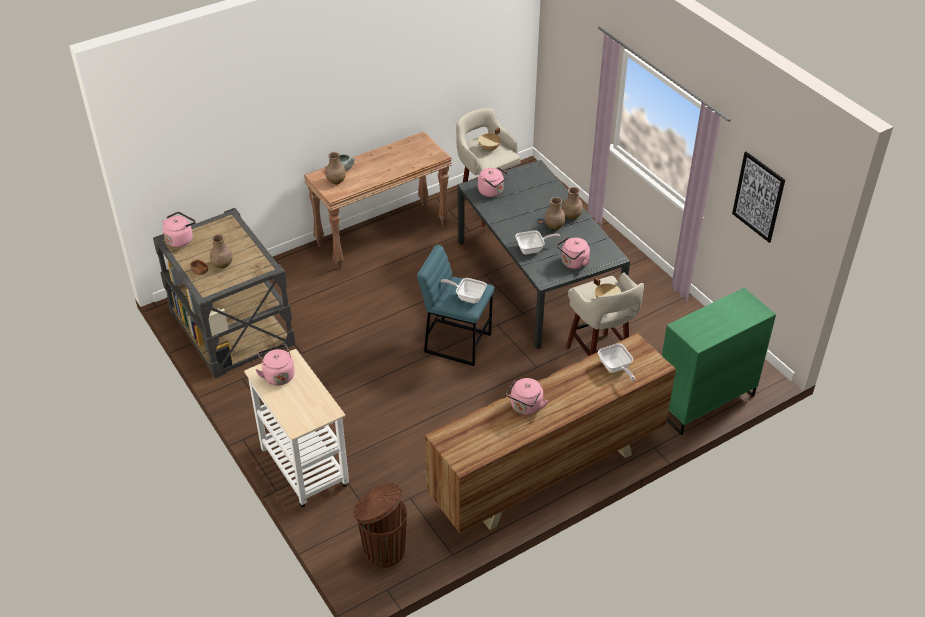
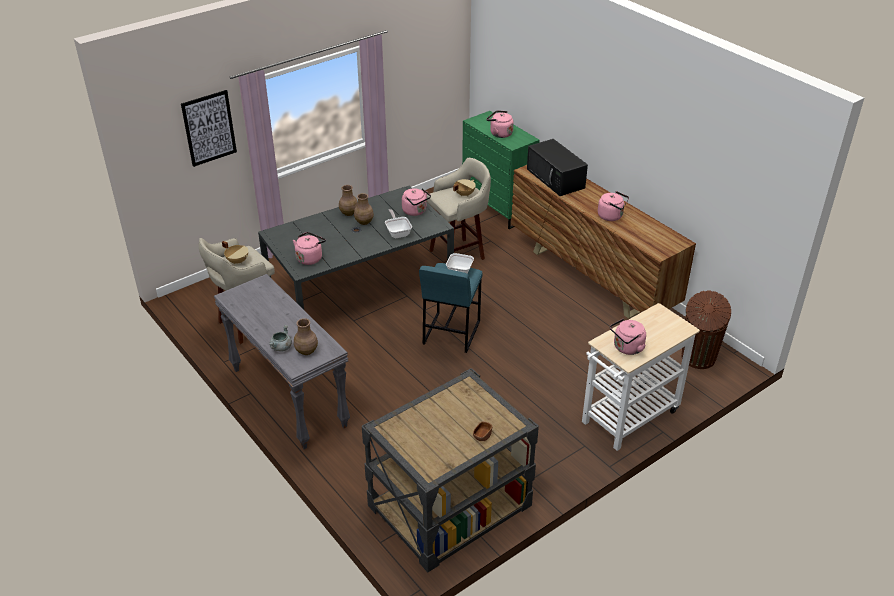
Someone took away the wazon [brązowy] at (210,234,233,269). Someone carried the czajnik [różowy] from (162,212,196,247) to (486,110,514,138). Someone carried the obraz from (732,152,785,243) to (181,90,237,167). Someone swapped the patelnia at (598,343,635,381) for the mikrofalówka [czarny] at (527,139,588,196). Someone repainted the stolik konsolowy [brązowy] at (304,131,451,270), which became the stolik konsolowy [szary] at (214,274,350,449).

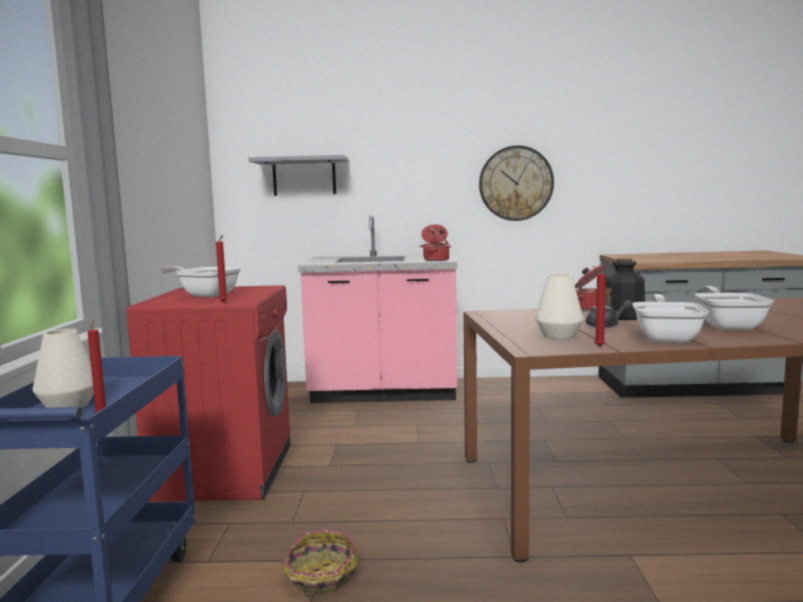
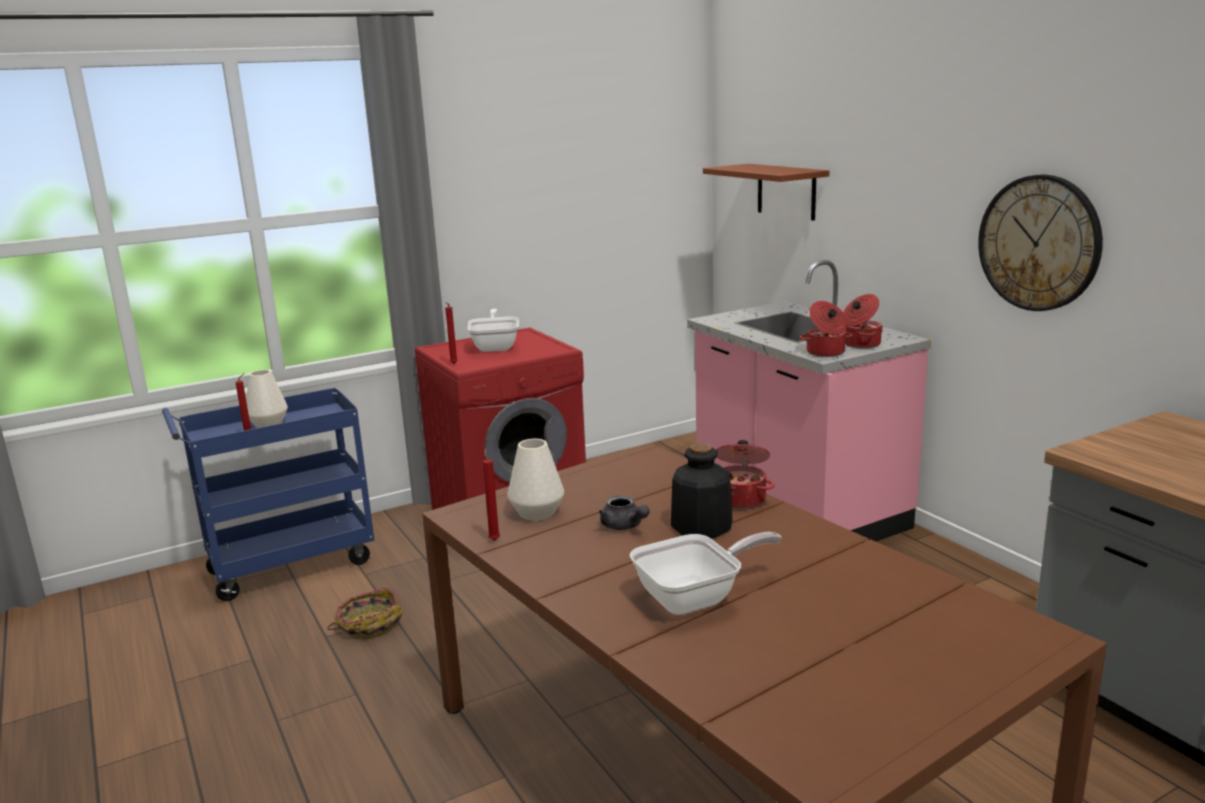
Someone took away the patelnia at (632,294,709,343). Someone repainted the półka [szary] at (248,155,348,196), which became the półka [brązowy] at (703,164,830,221).

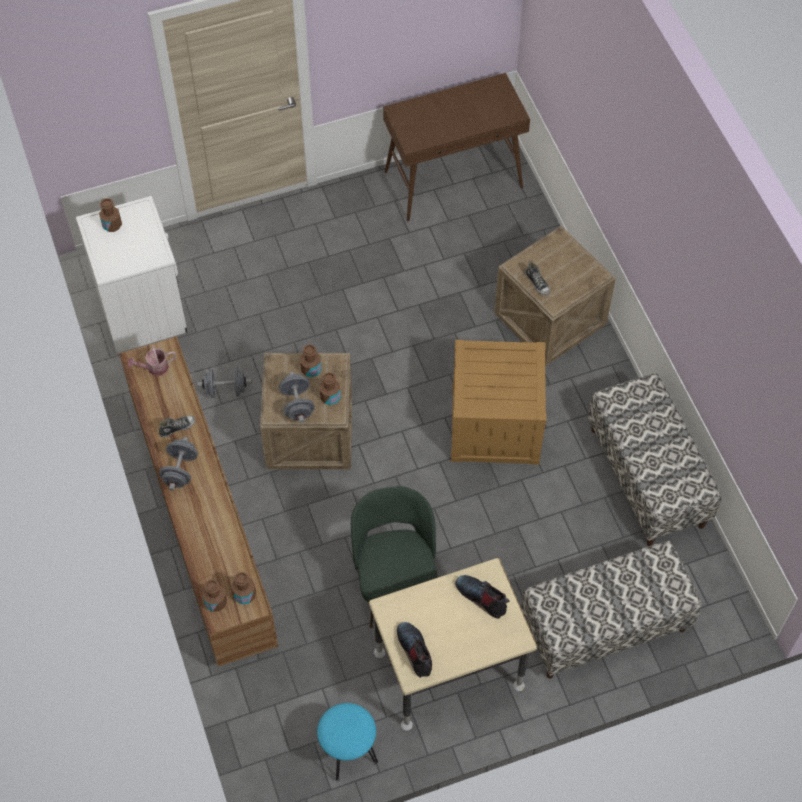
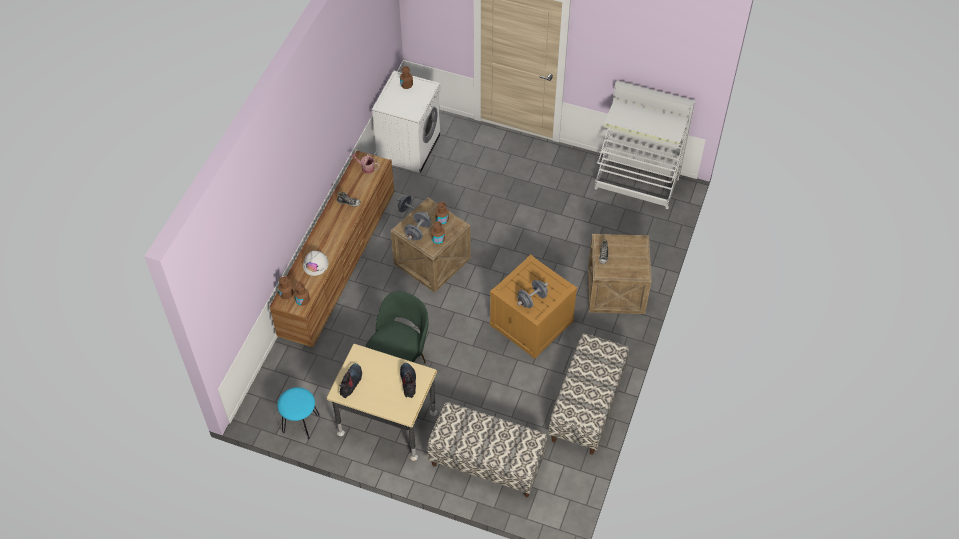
Someone put down the kask [biały] at (303,251,329,276). Someone carried the hantel [szary] from (159,437,198,491) to (517,280,548,308). Someone swapped the stolik konsolowy [brązowy] at (383,73,530,221) for the regał na buty [biały] at (594,81,695,209).

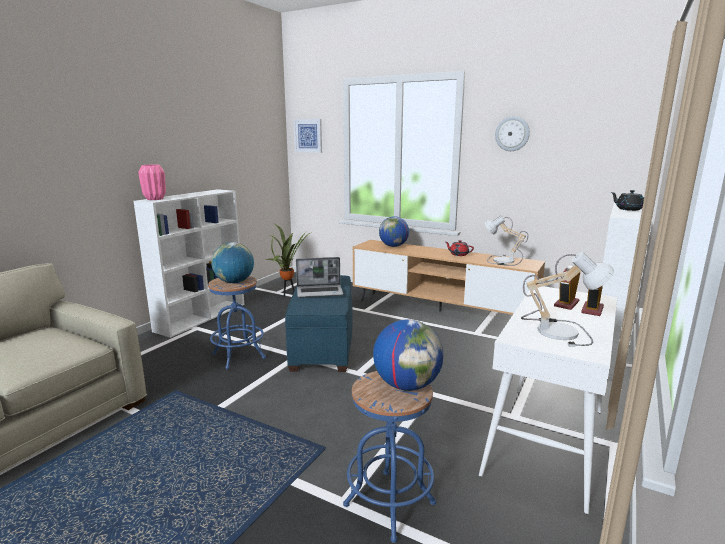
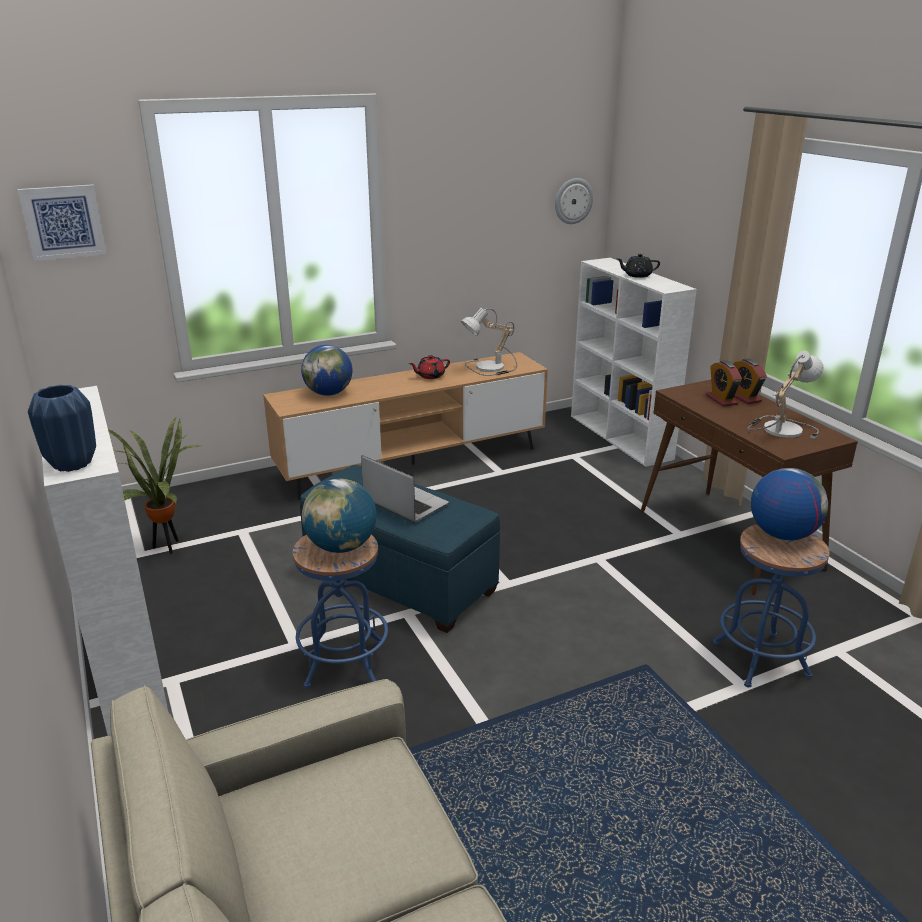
Someone carried the zegar ścienny from (495,116,530,151) to (555,178,593,224). Someone repainted the wazon [różowy] at (138,165,166,200), which became the wazon [niebieski] at (28,385,96,472). Someone repainted the stolik konsolowy [biały] at (479,286,617,514), which became the stolik konsolowy [brązowy] at (641,380,858,595). Someone rotated the laptop at (296,257,344,298) by 75 degrees counterclockwise.

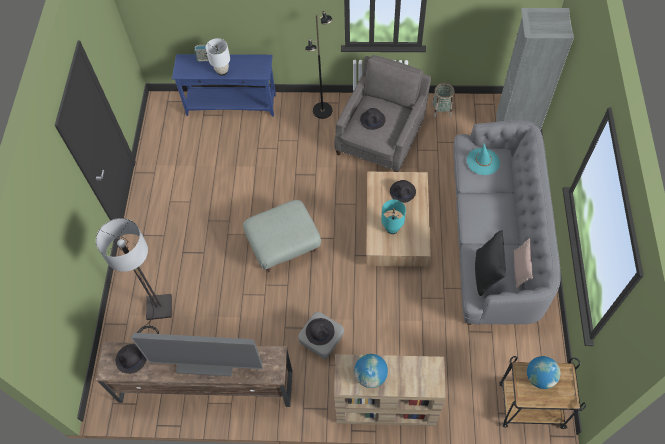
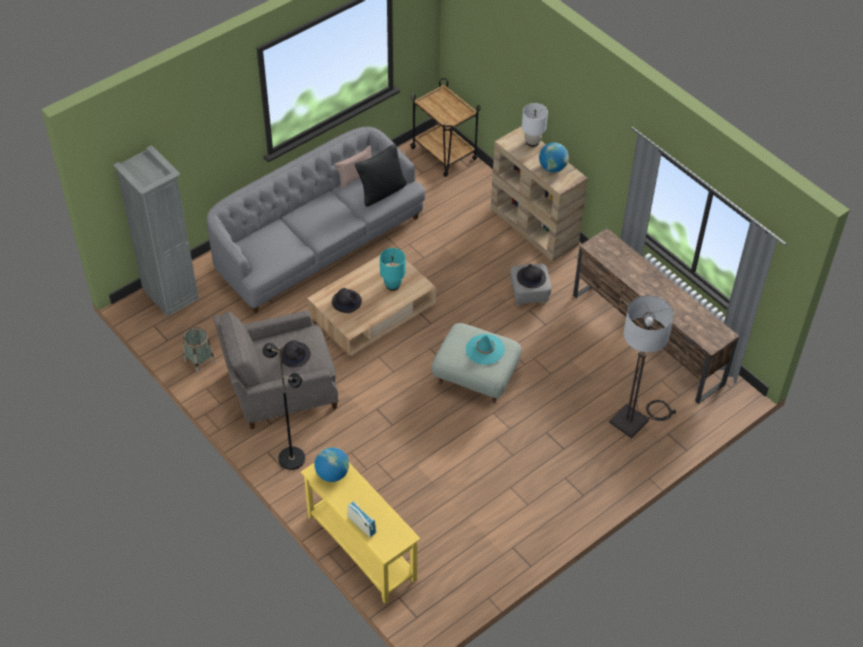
Someone took away the kapelusz [czarny] at (116,344,147,374). Someone took away the telewizor at (131,333,263,376). Someone carried the lampa stołowa [biały] from (206,38,230,76) to (522,103,548,147). Someone carried the kapelusz [turkusowy] from (467,144,500,175) to (466,334,505,365). Someone carried the globus from (527,356,560,389) to (314,447,349,482). Someone repainted the stolik konsolowy [niebieski] at (172,54,276,117), which became the stolik konsolowy [żółty] at (301,463,421,604).

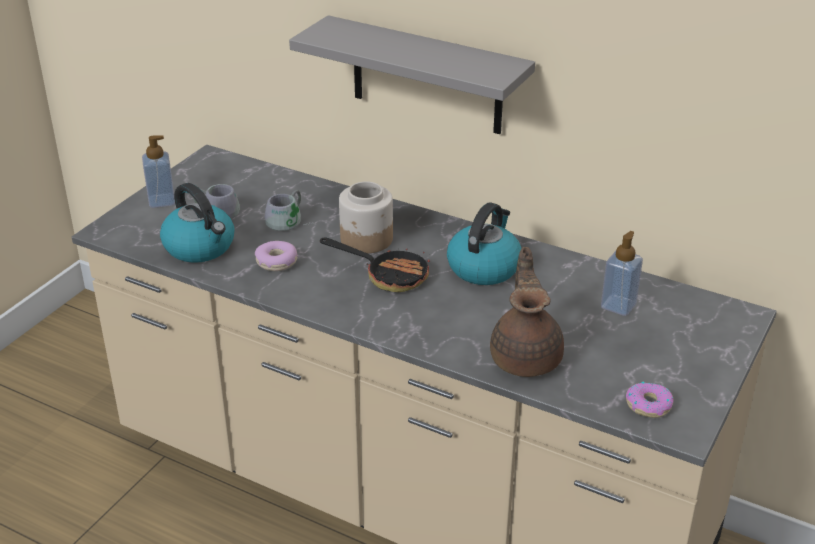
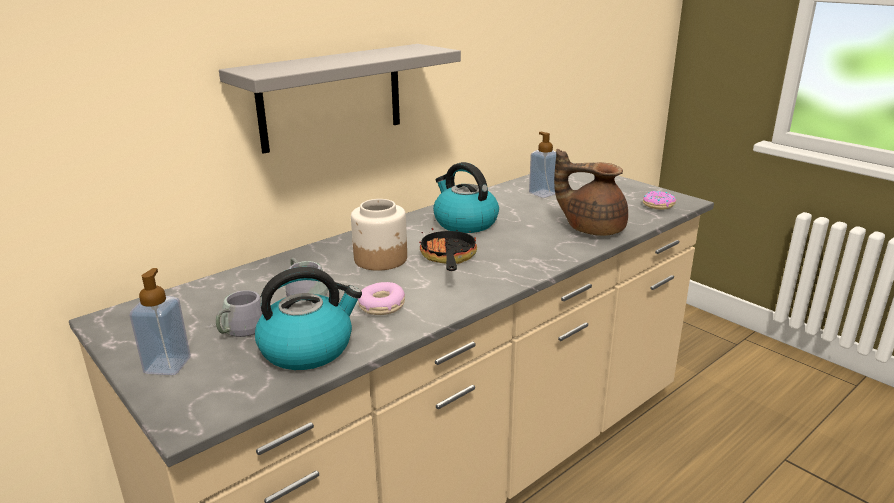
Someone rotated the patelnia at (320,238,430,292) by 45 degrees counterclockwise.

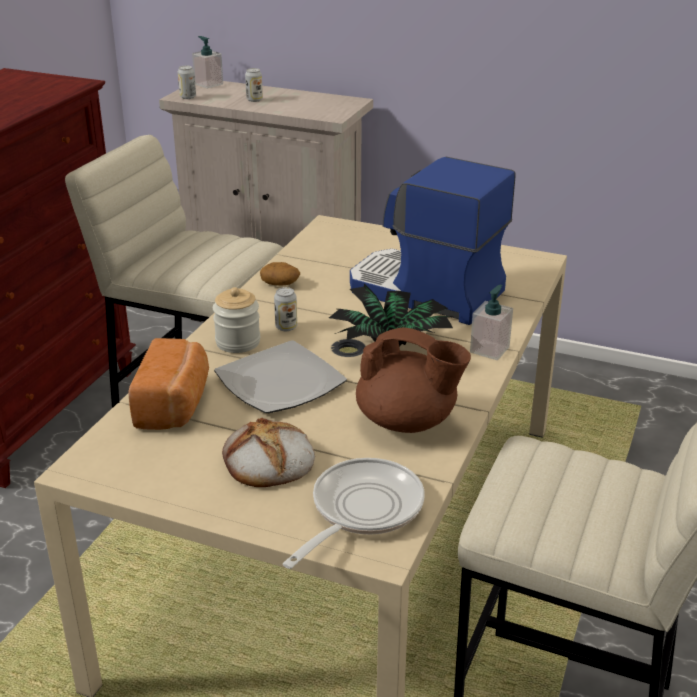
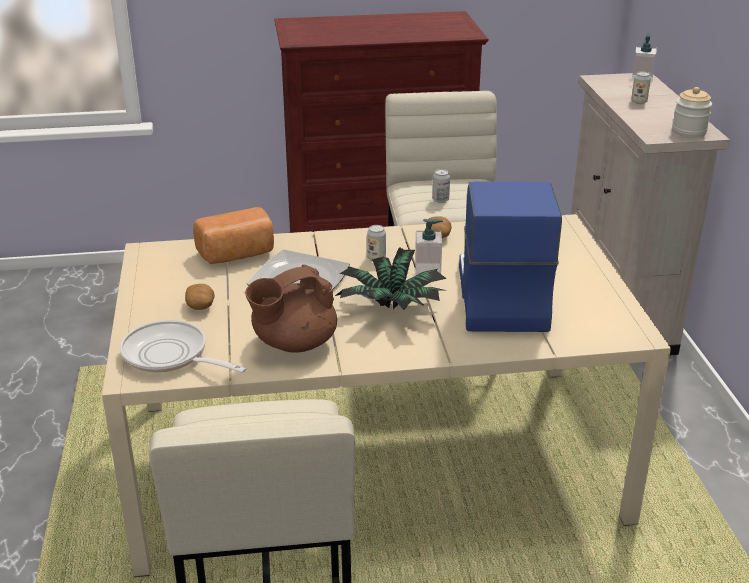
Someone carried the puszka from (178,66,196,99) to (433,169,450,203). Someone carried the słoik from (213,287,260,353) to (672,87,712,138). Someone carried the dozownik mydła from (470,285,513,360) to (415,219,443,275). Someone swapped the chleb at (222,418,315,487) for the ziemniak at (185,284,215,310). Someone rotated the patelnia at (283,458,425,569) by 150 degrees counterclockwise. Someone rotated the imbryk [brązowy] at (356,328,471,433) by 60 degrees clockwise.

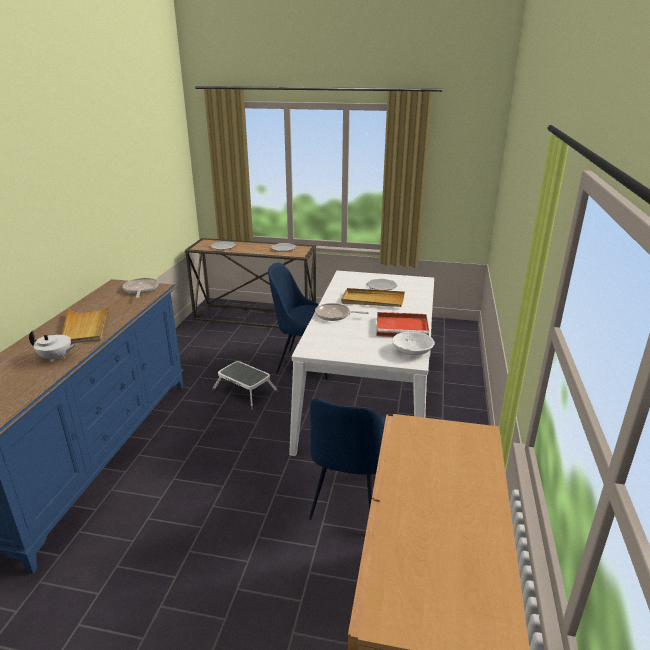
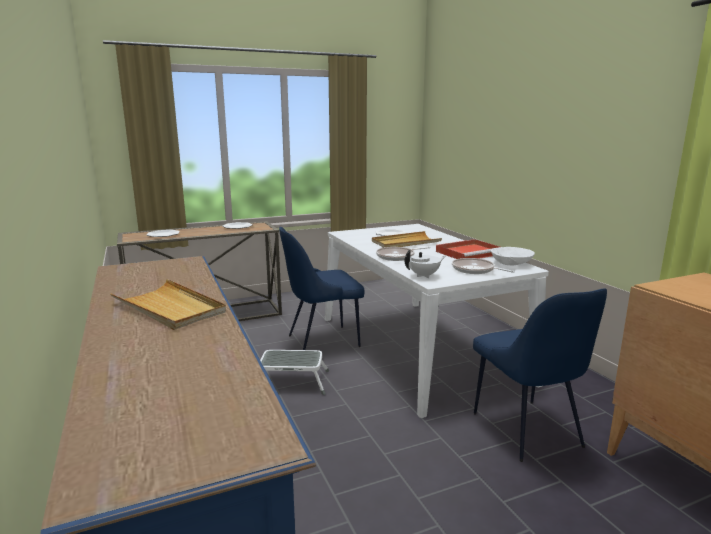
Someone carried the imbryk [biały] from (29,331,77,362) to (405,250,446,278). Someone carried the patelnia from (123,278,159,298) to (452,258,515,274).

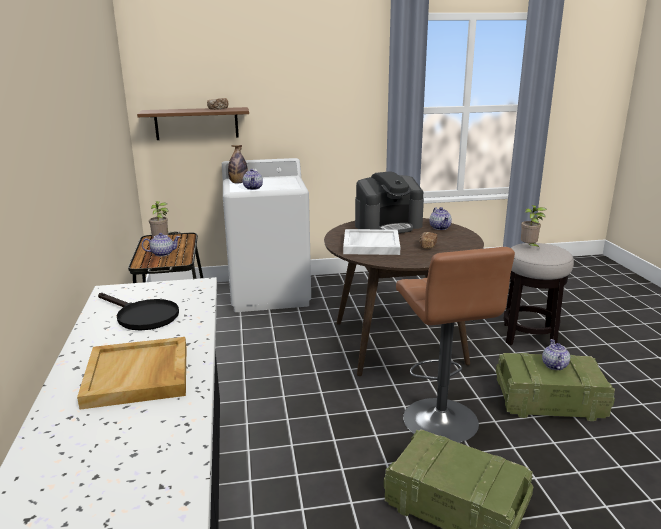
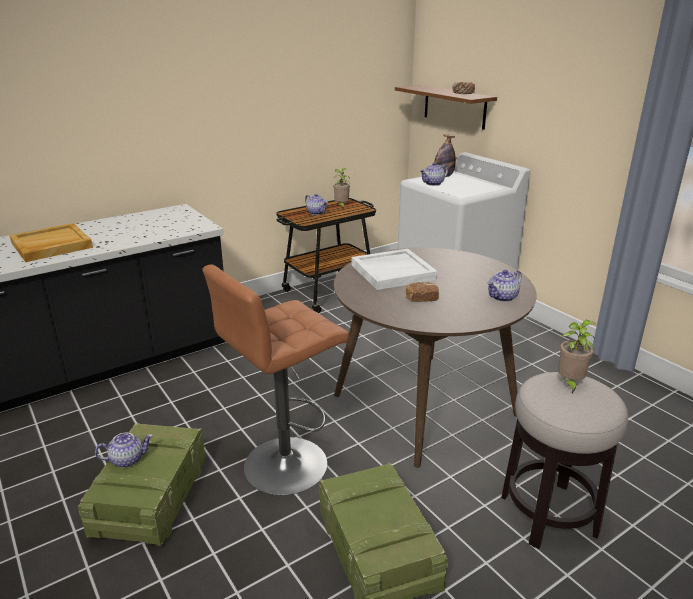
Someone took away the patelnia [czarny] at (98,293,179,330). Someone took away the ekspres do kawy at (355,171,424,233). Someone carried the imbryk from (542,339,570,370) to (95,433,153,468).

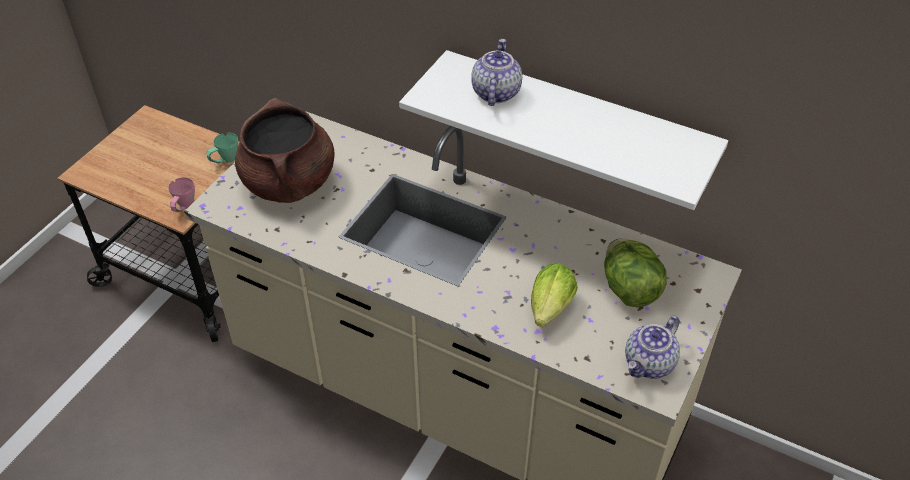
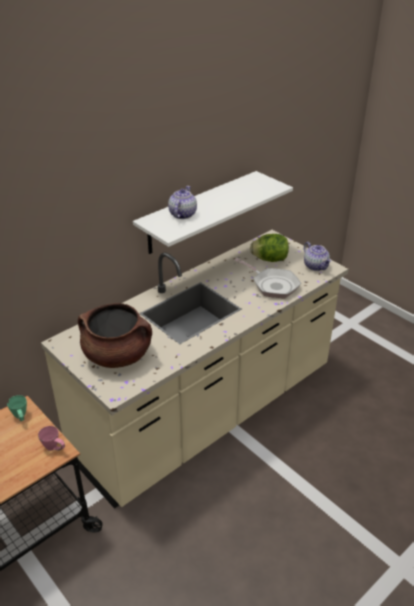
Someone swapped the sałata at (531,263,578,327) for the patelnia at (234,258,301,298). Someone rotated the imbryk at (471,39,522,106) by 75 degrees clockwise.

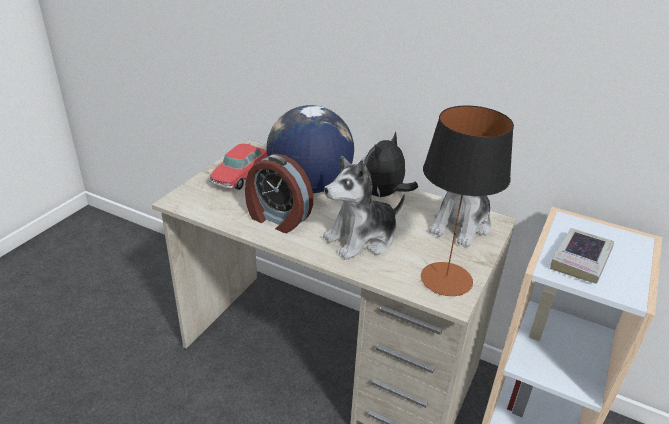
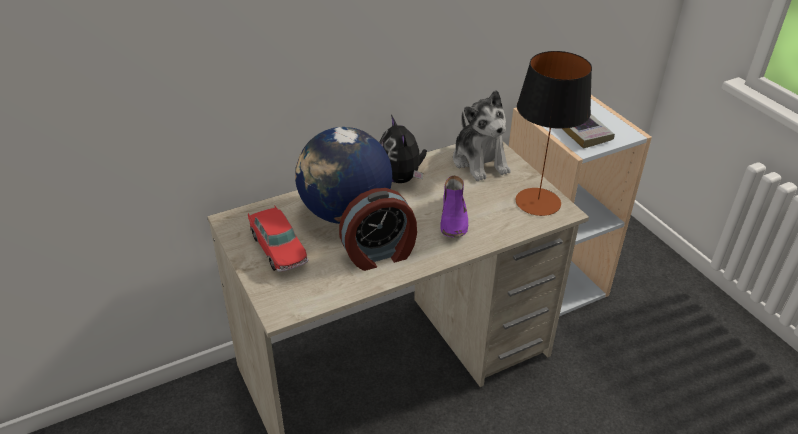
Someone swapped the pluszak at (323,156,405,260) for the but [fioletowy] at (440,175,468,238).

